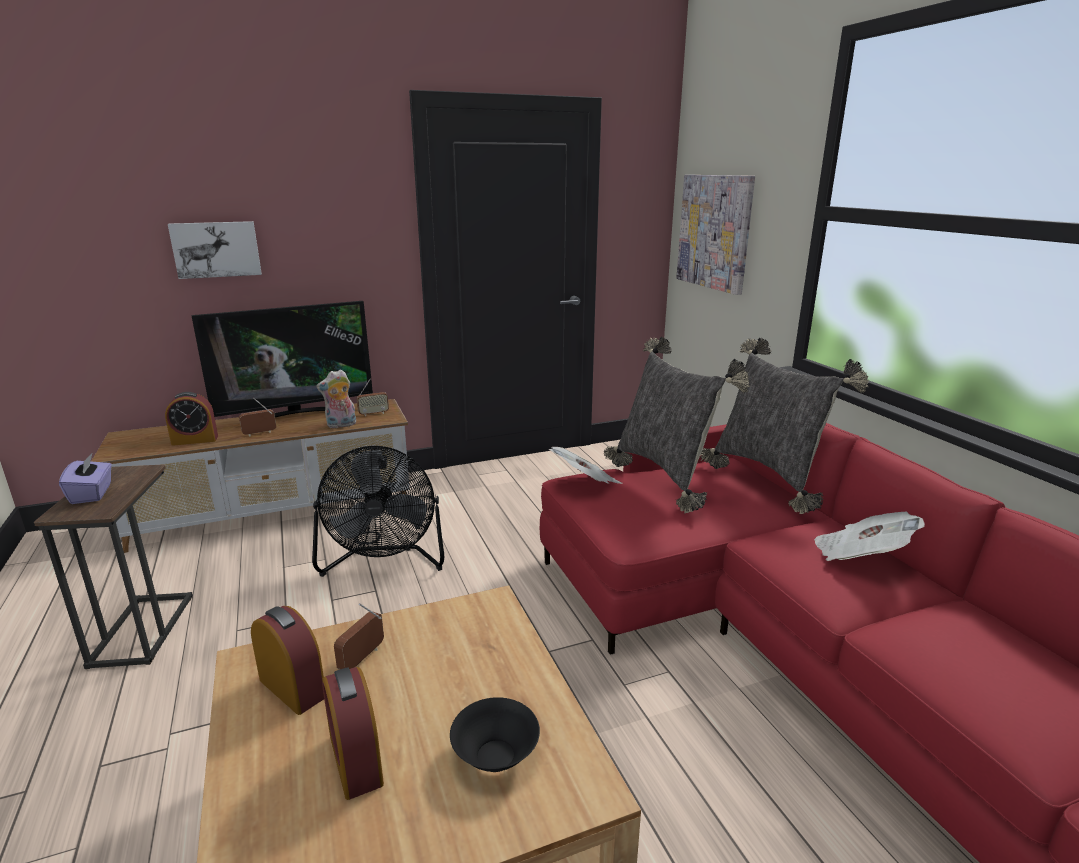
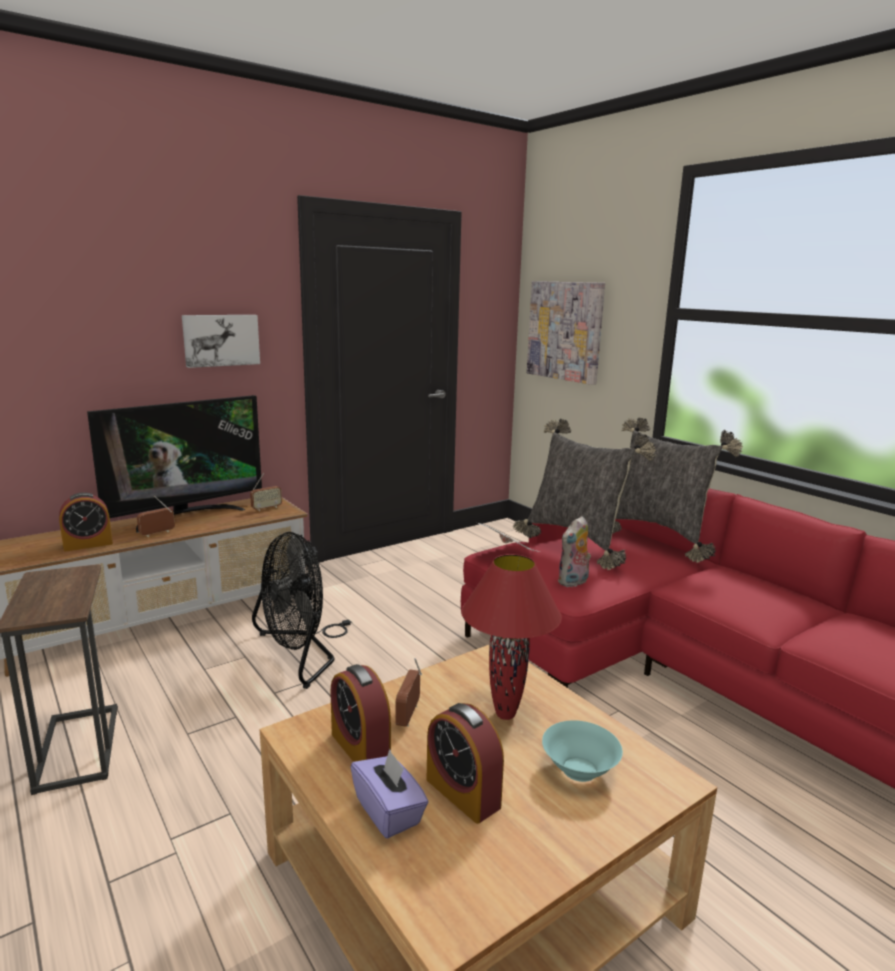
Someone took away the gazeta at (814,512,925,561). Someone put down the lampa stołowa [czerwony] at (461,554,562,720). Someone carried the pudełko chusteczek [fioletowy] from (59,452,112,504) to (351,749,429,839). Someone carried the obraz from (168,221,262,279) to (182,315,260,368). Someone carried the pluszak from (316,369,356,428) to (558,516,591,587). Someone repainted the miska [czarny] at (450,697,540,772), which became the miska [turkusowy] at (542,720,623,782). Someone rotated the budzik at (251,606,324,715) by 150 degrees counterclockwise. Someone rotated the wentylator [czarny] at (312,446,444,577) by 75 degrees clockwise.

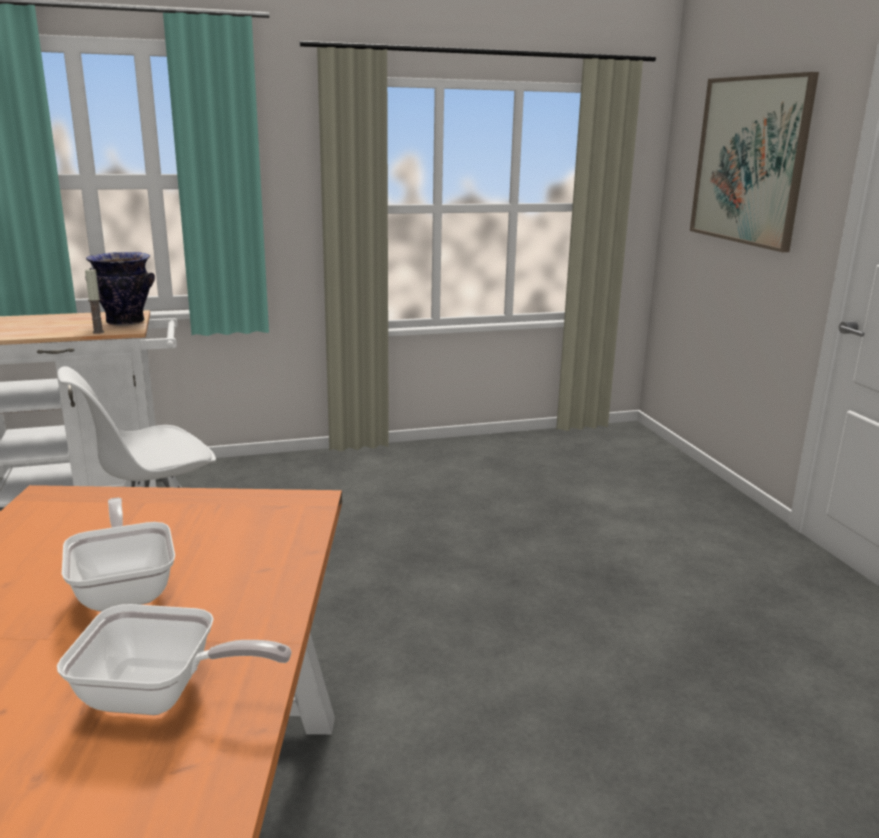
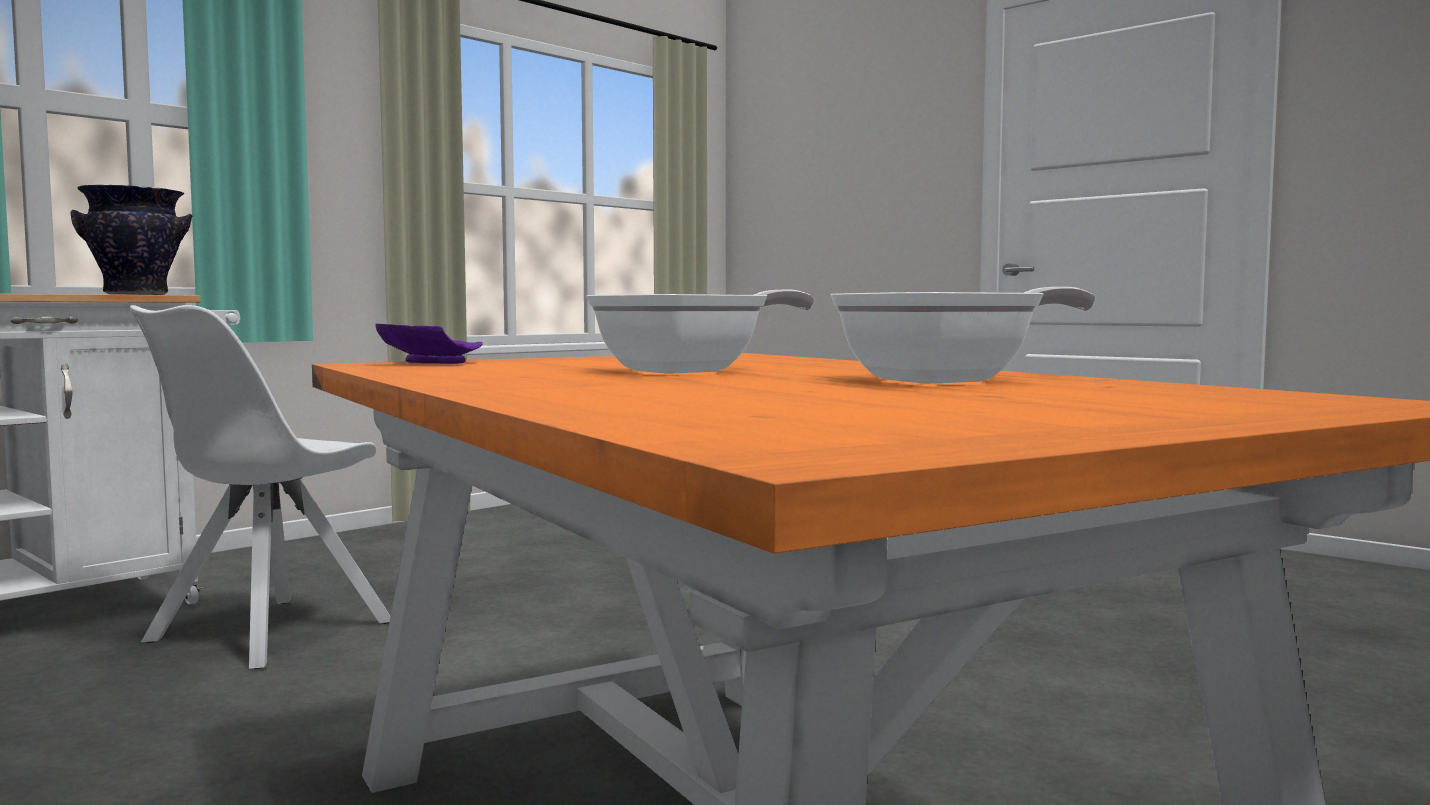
Someone took away the świeca at (85,268,104,334). Someone took away the obraz at (690,72,819,252). Someone put down the talerz [fioletowy] at (376,323,483,364). Someone rotated the patelnia at (62,498,175,612) by 105 degrees clockwise.

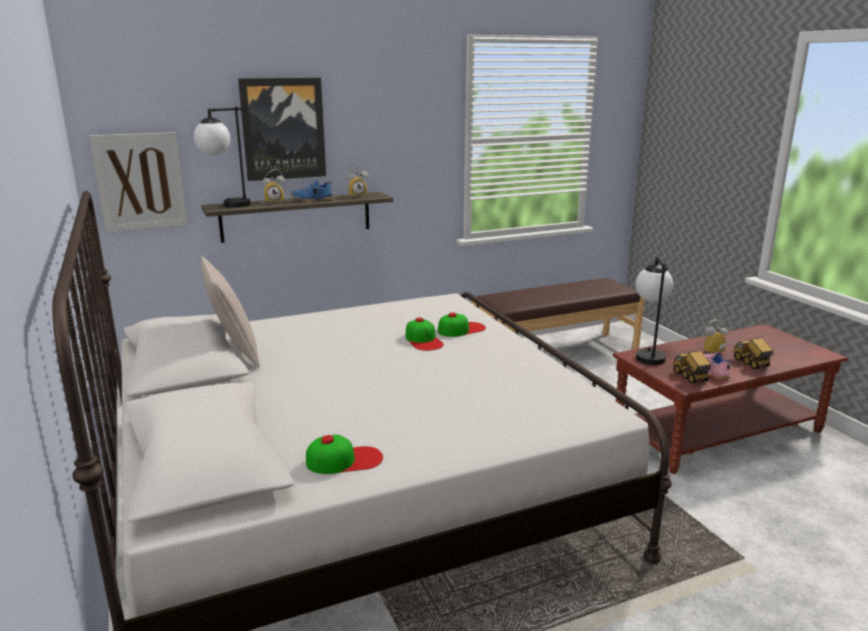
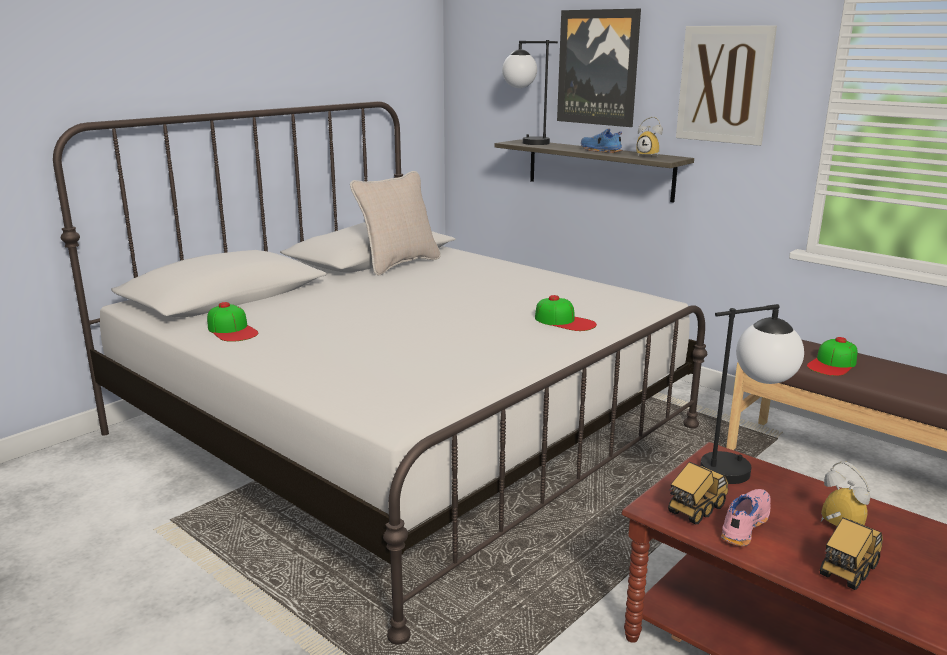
Someone took away the budzik at (263,169,285,202). Someone carried the obraz from (90,132,187,232) to (676,25,777,146). Someone carried the czapka z daszkiem from (406,318,444,351) to (807,337,858,376).

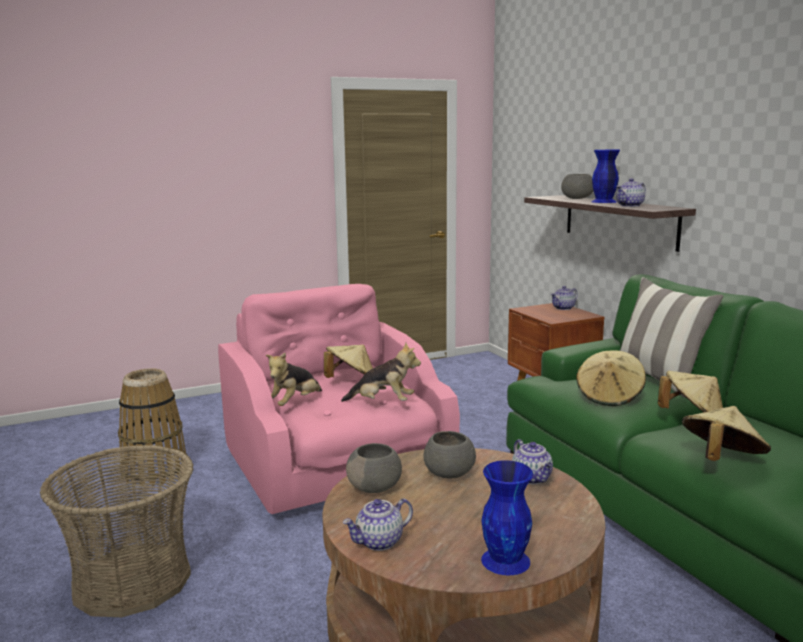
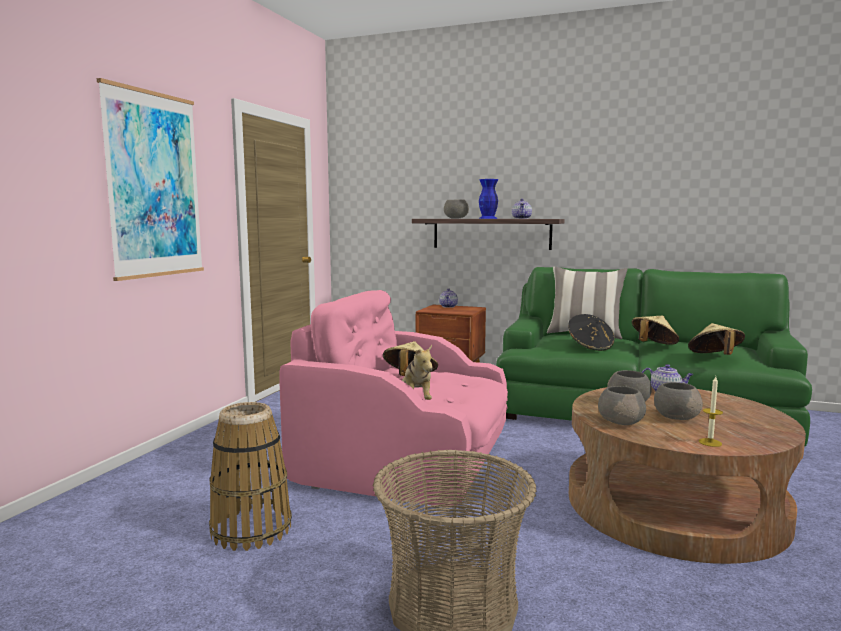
Someone took away the pluszak at (341,342,421,402). Someone took away the wazon [niebieski] at (481,460,533,575). Someone put up the obraz at (97,78,204,281). Someone put down the miska [szary] at (654,382,703,420). Someone swapped the imbryk at (343,498,413,551) for the świeca at (699,376,723,447). Someone repainted the kapelusz [beżowy] at (576,351,646,406), which became the kapelusz [czarny] at (568,314,615,351).

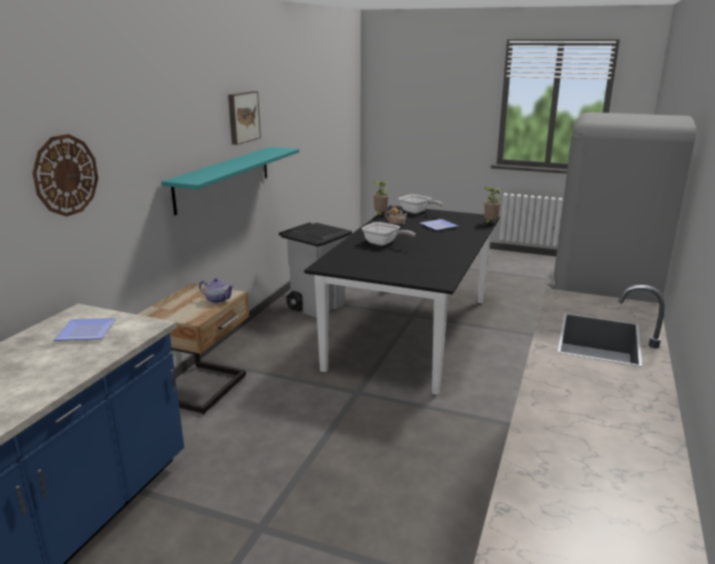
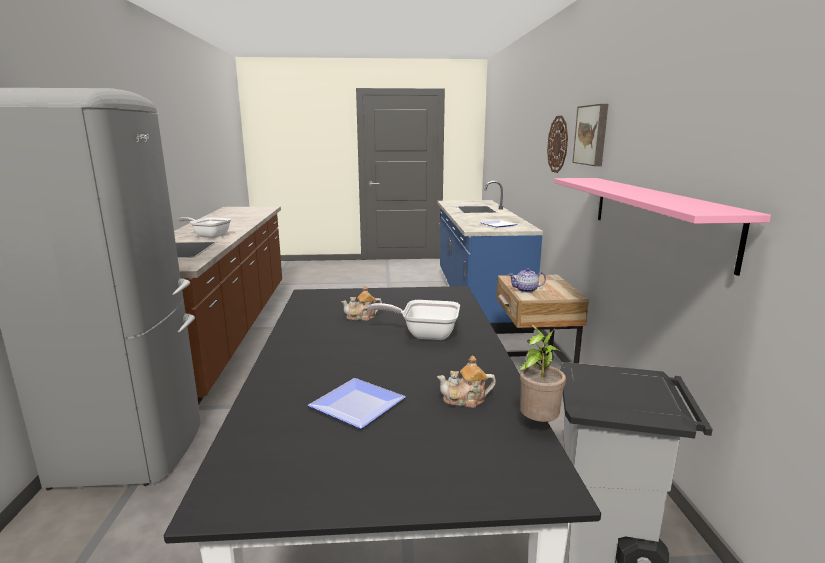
Someone took away the roślina doniczkowa at (484,187,501,224). Someone put down the imbryk at (341,286,382,321). Someone carried the obraz from (228,91,261,145) to (572,104,608,166). Someone carried the patelnia from (399,194,443,213) to (178,217,231,238). Someone repainted the półka [turkusowy] at (161,147,299,215), which became the półka [różowy] at (554,178,771,276).

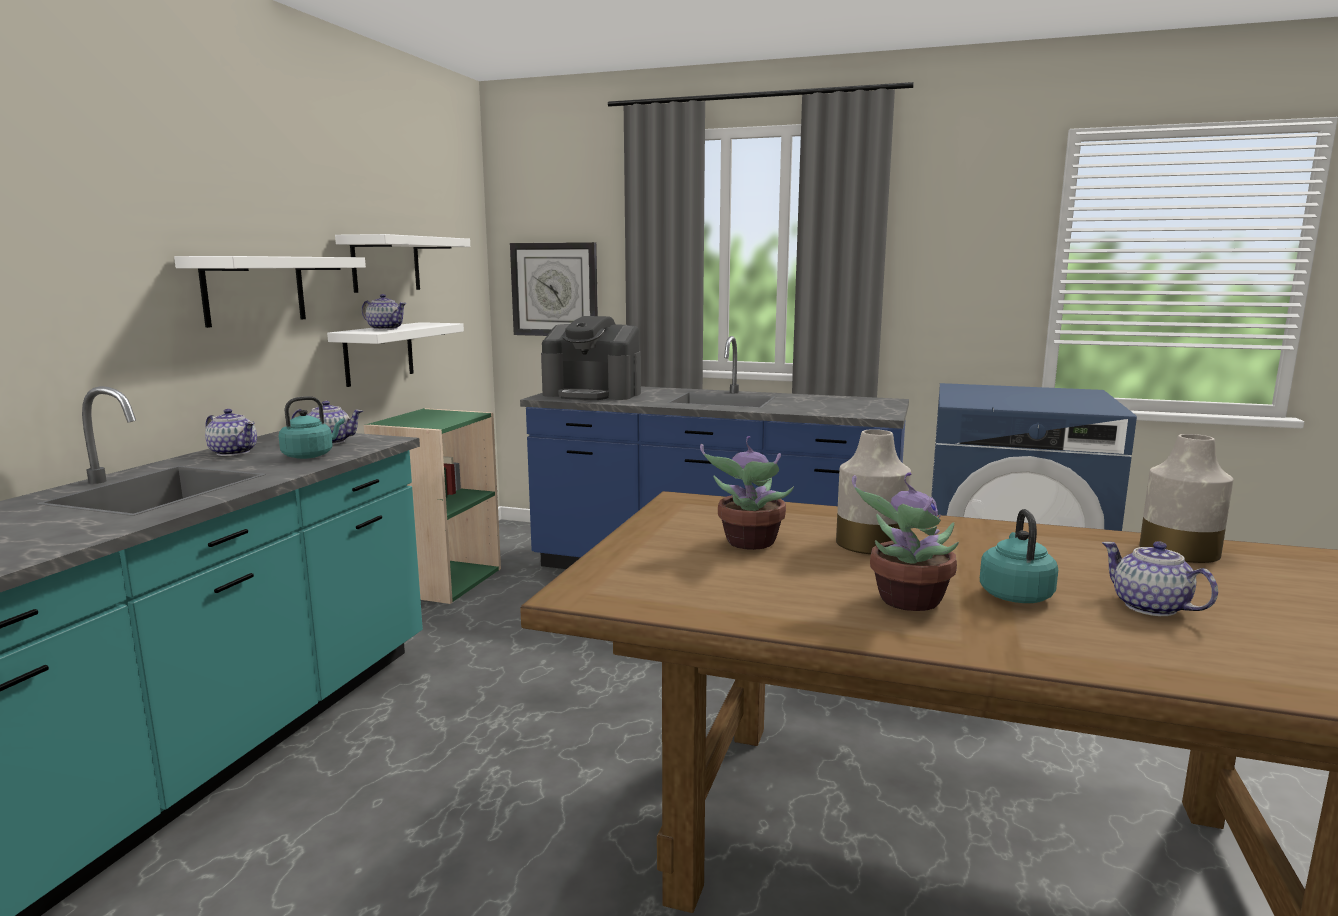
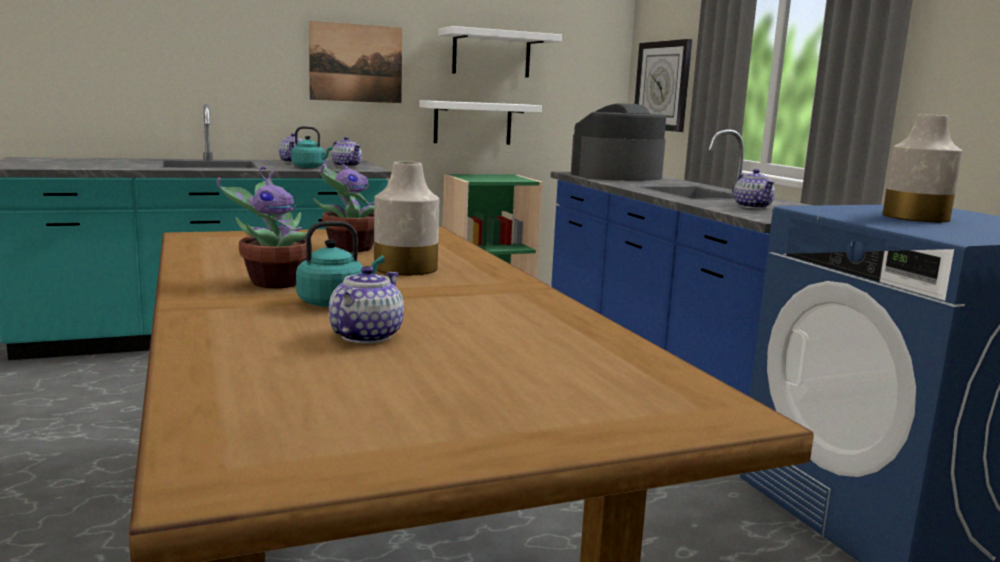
Someone carried the imbryk from (362,294,406,330) to (734,169,775,209). Someone carried the wazon [beżowy] from (1139,434,1233,563) to (882,114,962,222). Someone swapped the półka [biały] at (174,256,366,328) for the obraz at (309,21,402,103). Someone rotated the ekspres do kawy at (541,316,641,400) by 90 degrees clockwise.

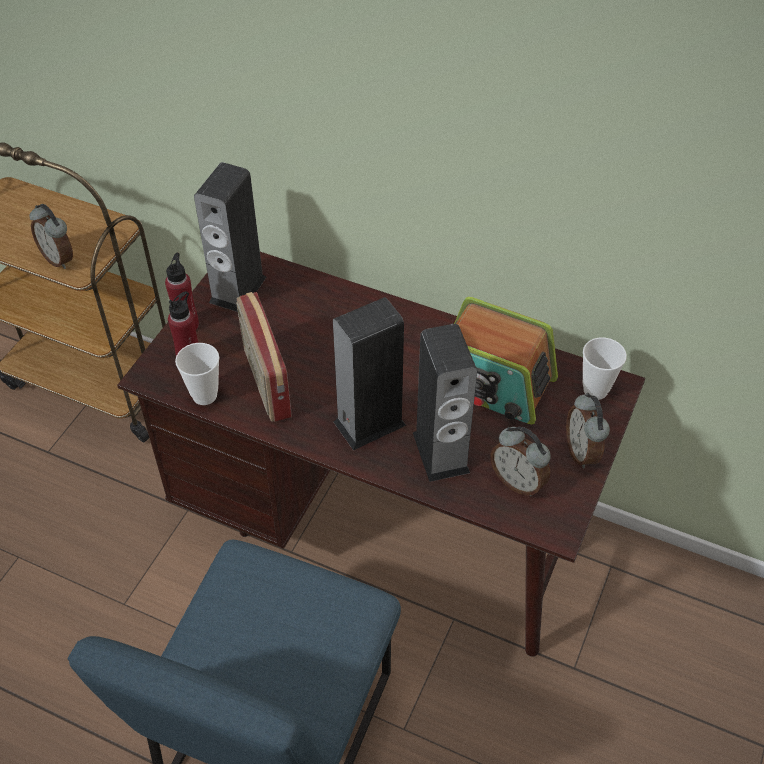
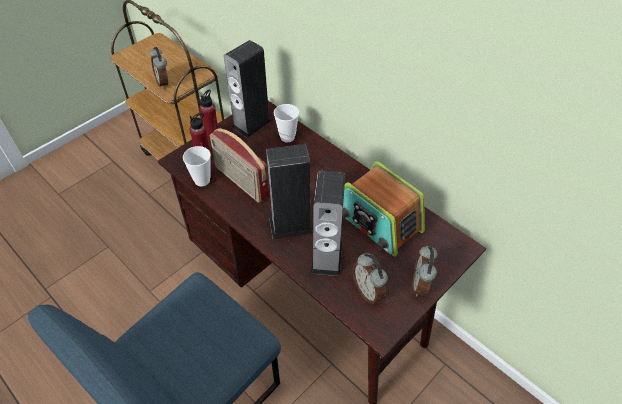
Someone carried the filiżanka from (583,337,627,400) to (274,104,299,142). Someone rotated the radio at (236,292,292,422) by 45 degrees counterclockwise.

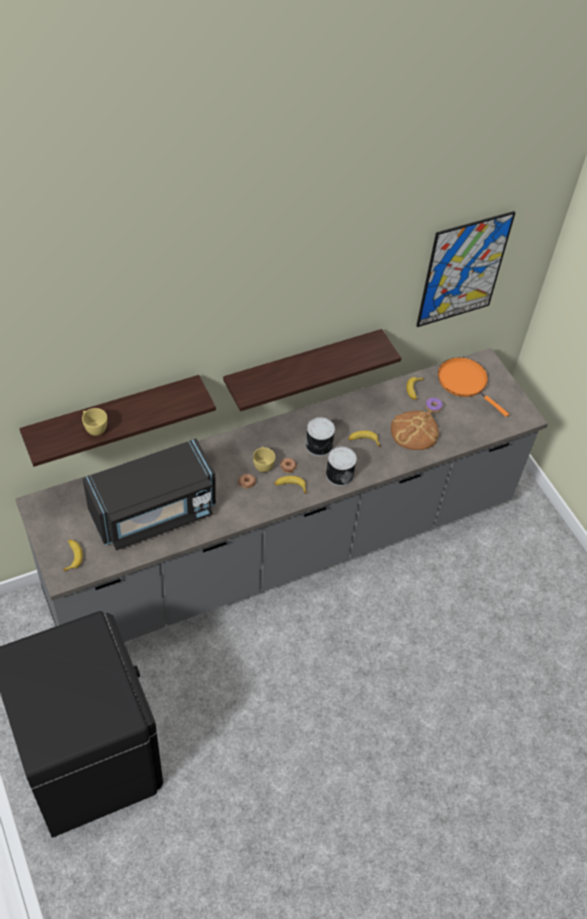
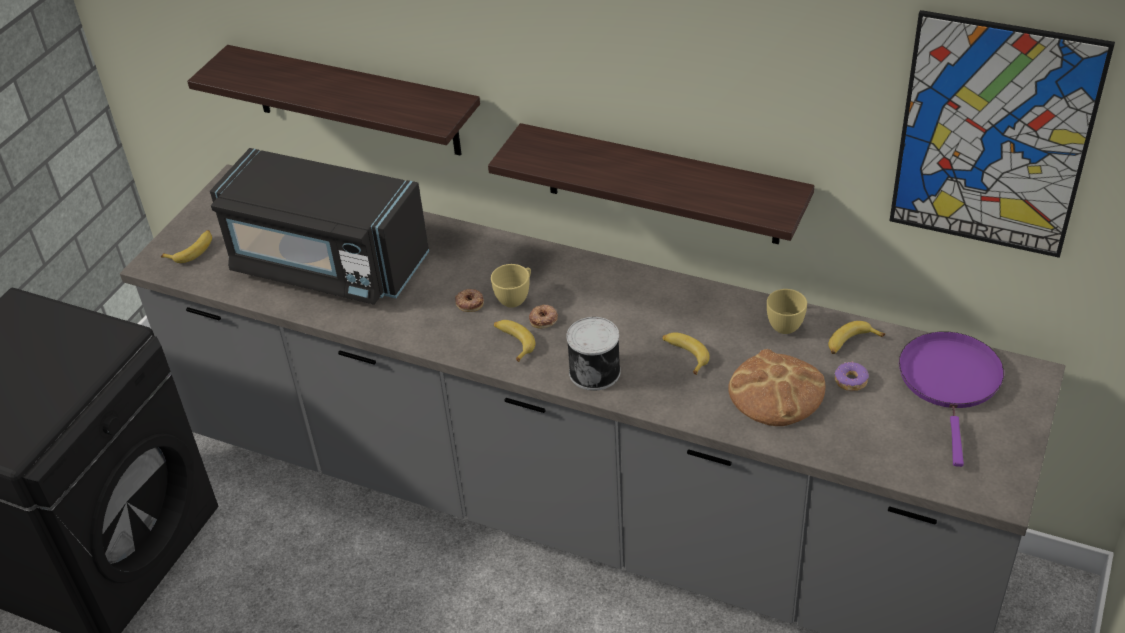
Someone took away the puszka at (305,417,335,456). Someone carried the filiżanka [żółty] from (82,408,107,436) to (767,289,807,334). Someone repainted the patelnia [pomarańczowy] at (438,357,509,417), which became the patelnia [fioletowy] at (899,332,1004,467).

